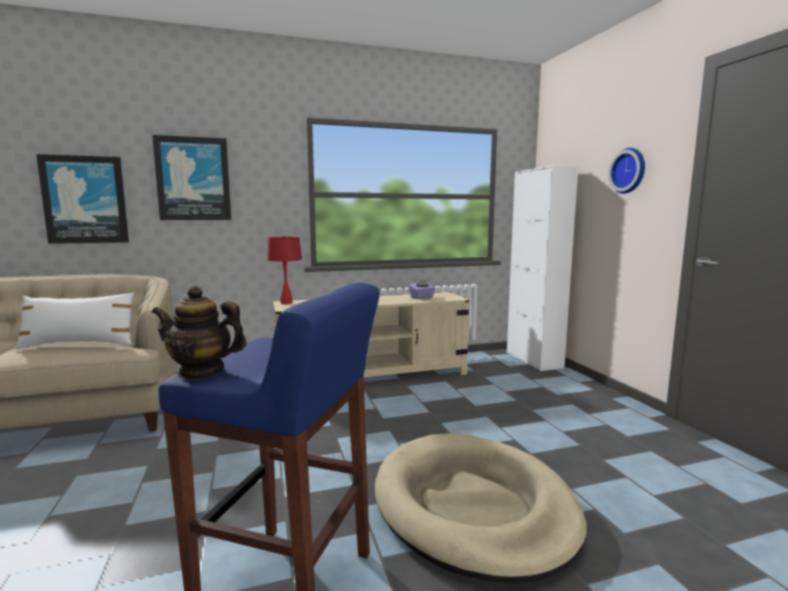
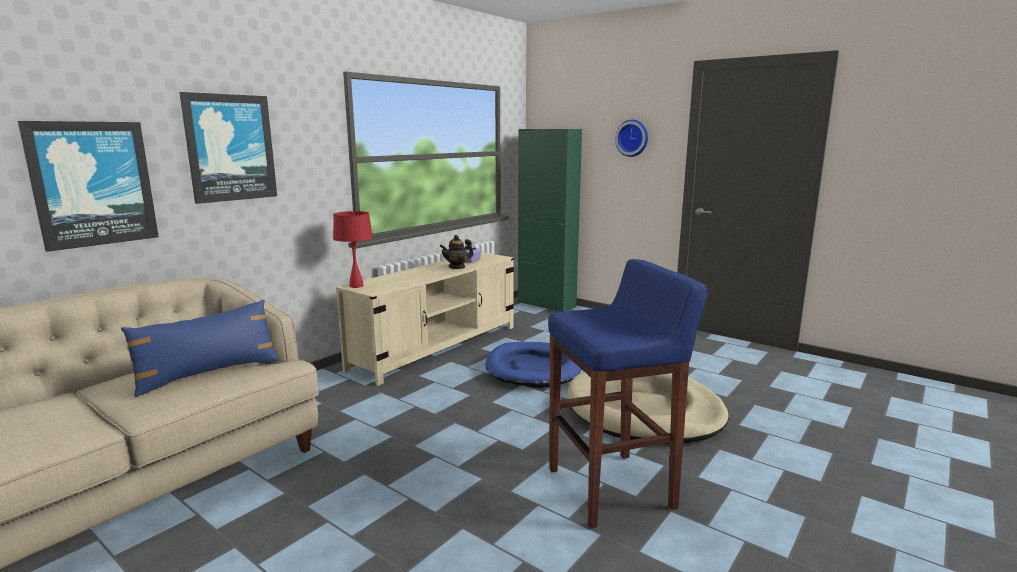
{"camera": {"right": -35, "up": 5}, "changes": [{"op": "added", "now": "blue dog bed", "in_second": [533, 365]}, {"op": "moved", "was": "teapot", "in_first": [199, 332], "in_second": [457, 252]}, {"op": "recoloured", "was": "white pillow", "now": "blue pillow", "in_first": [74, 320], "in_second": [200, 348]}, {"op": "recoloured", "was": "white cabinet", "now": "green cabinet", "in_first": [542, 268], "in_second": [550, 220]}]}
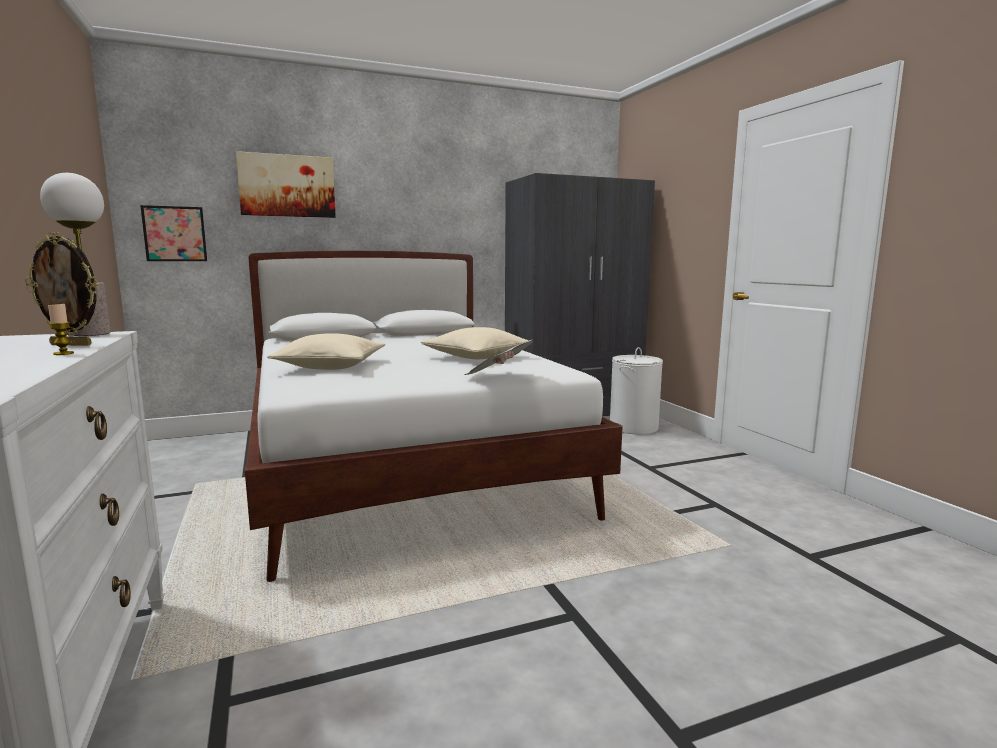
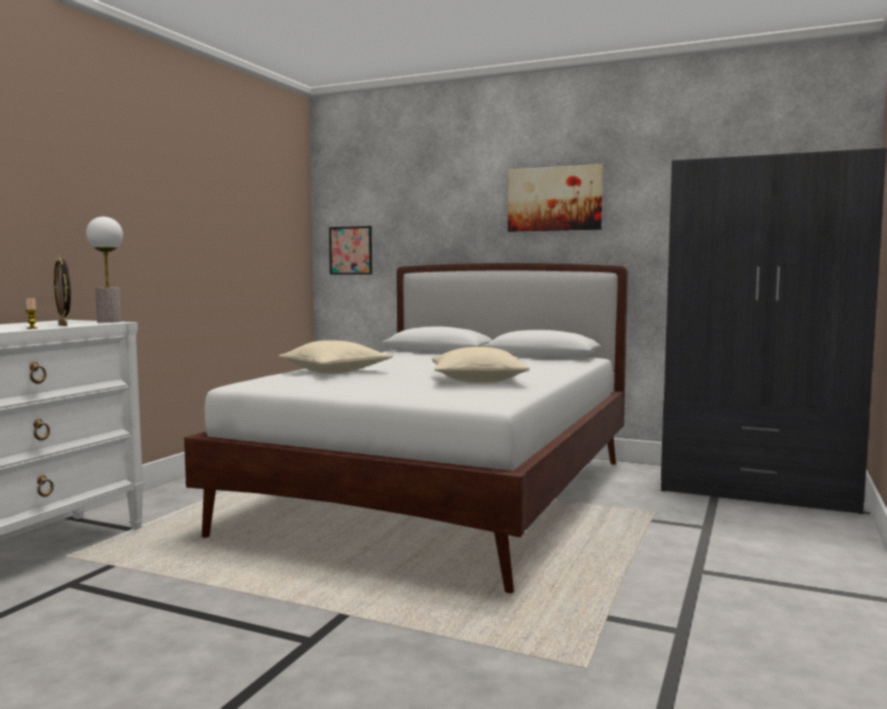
{"camera": {"right": 45, "up": -5}, "changes": [{"op": "removed", "was": "newspaper", "in_first": [499, 357]}, {"op": "removed", "was": "white laundry basket", "in_first": [636, 390]}, {"op": "moved", "was": "picture", "in_first": [286, 184], "in_second": [555, 198]}]}
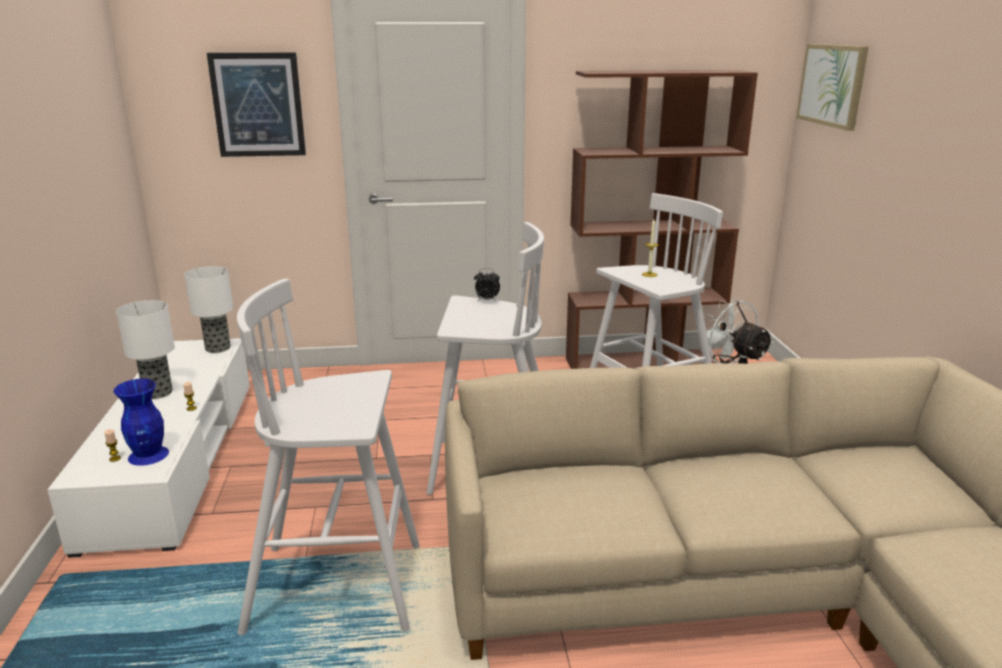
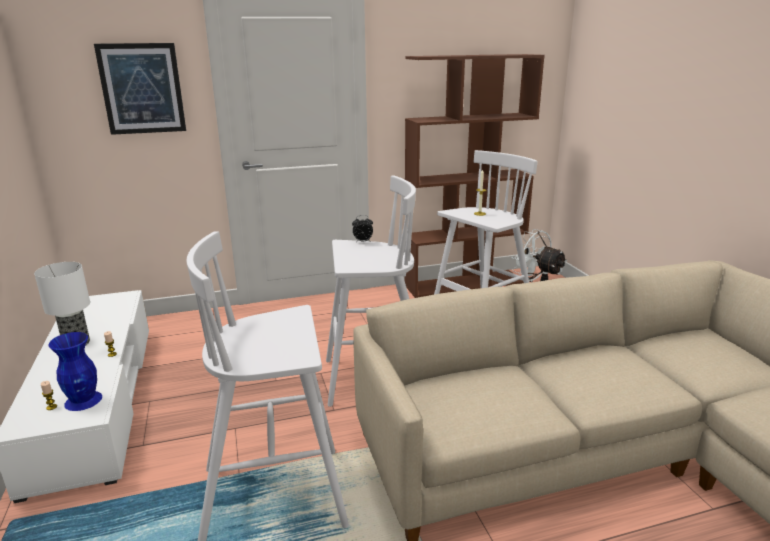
{"camera": {"right": -10, "up": 0}, "changes": [{"op": "removed", "was": "table lamp", "in_first": [208, 309]}, {"op": "removed", "was": "picture", "in_first": [832, 87]}]}
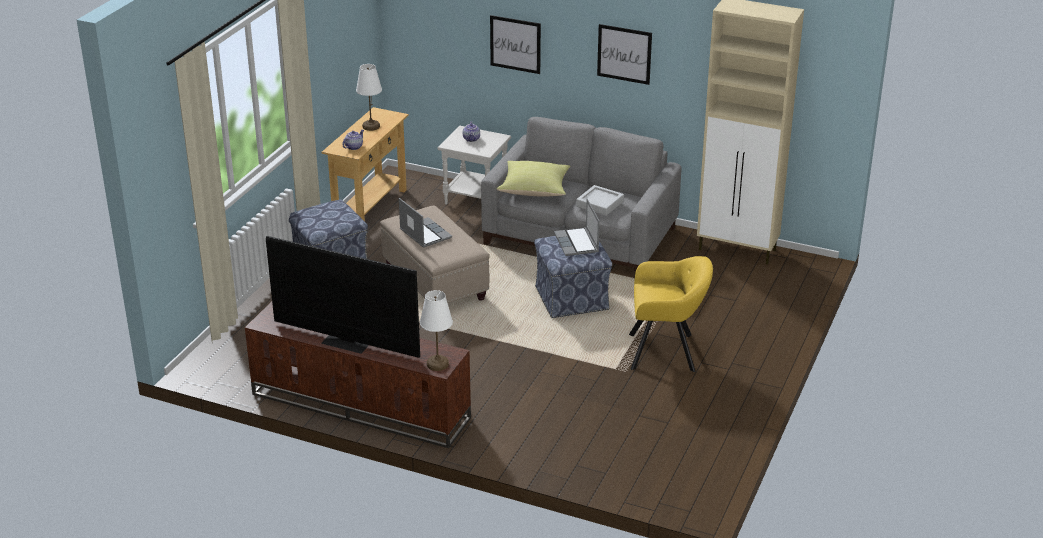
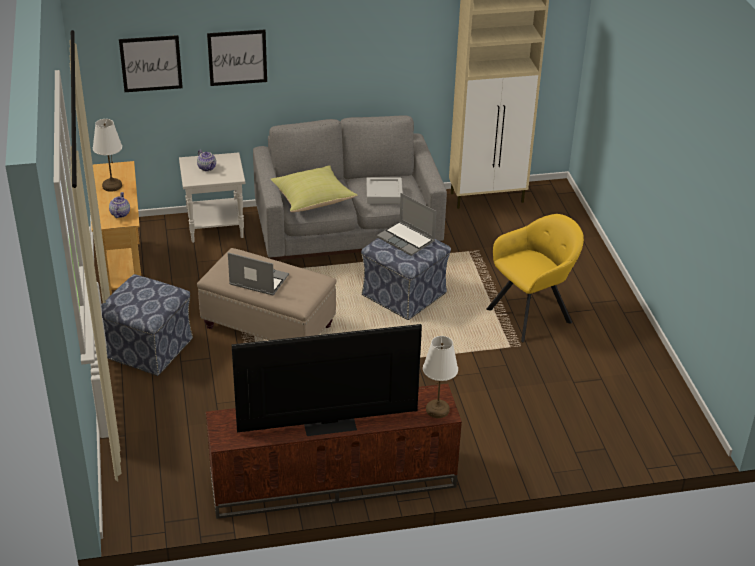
{"camera": {"right": -35, "up": 5}, "changes": [{"op": "moved", "was": "picture", "in_first": [624, 54], "in_second": [151, 63]}]}
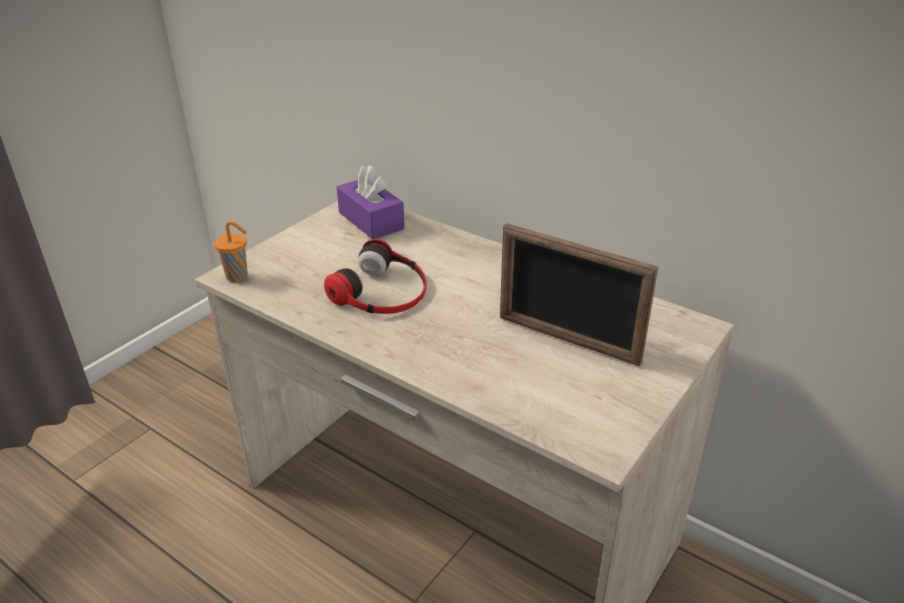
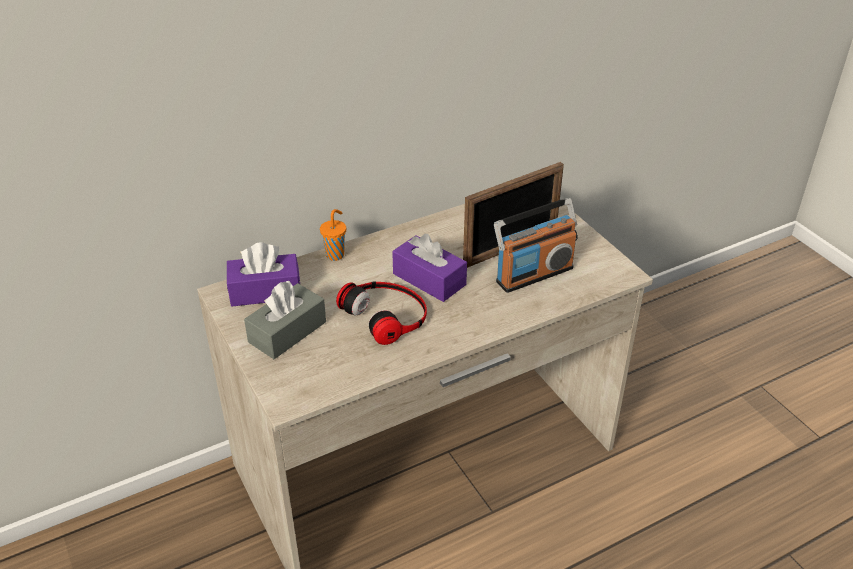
{"camera": {"right": -65, "up": 5}, "changes": [{"op": "added", "now": "grey tissue box", "in_second": [285, 320]}, {"op": "added", "now": "purple tissue box", "in_second": [429, 268]}, {"op": "added", "now": "radio", "in_second": [536, 245]}, {"op": "moved", "was": "orange cup", "in_first": [231, 251], "in_second": [333, 235]}]}
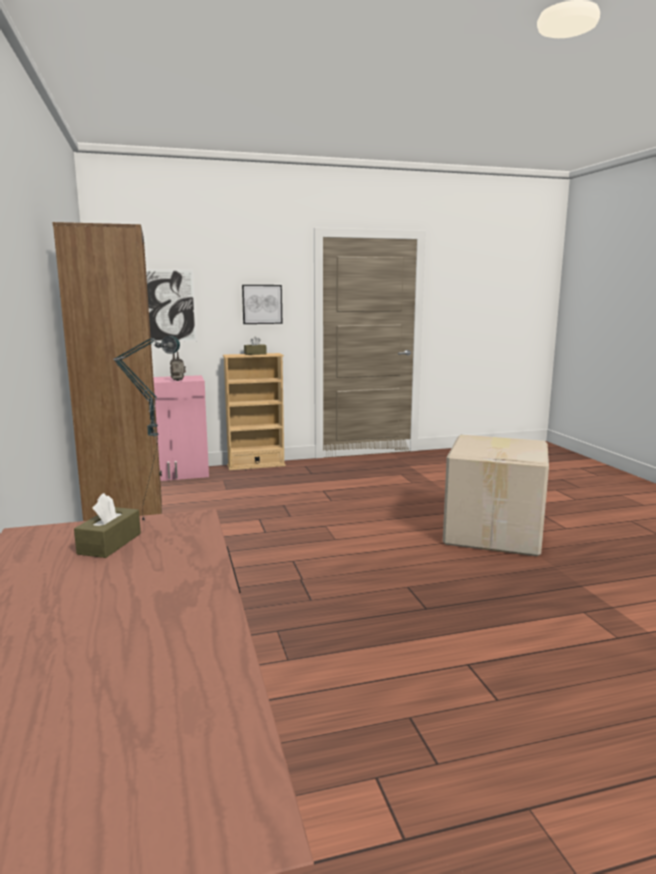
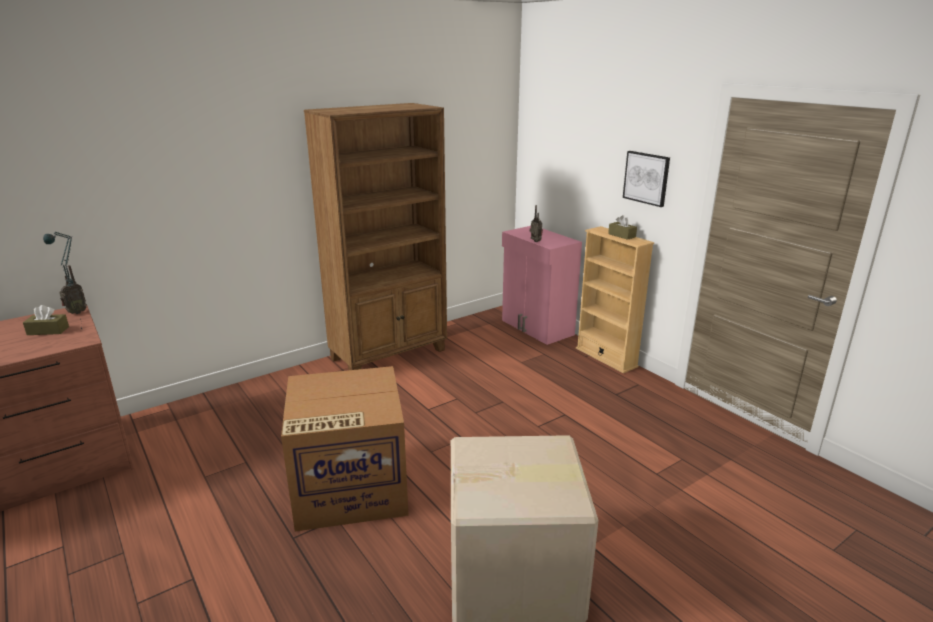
{"camera": {"right": 70, "up": 10}, "changes": [{"op": "removed", "was": "picture", "in_first": [171, 305]}, {"op": "added", "now": "radio", "in_second": [73, 289]}, {"op": "added", "now": "cardboard box", "in_second": [345, 448]}]}
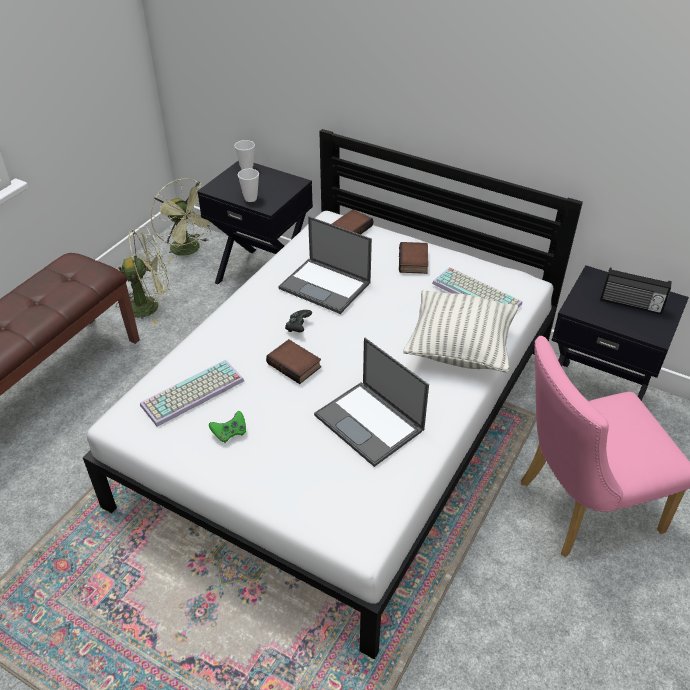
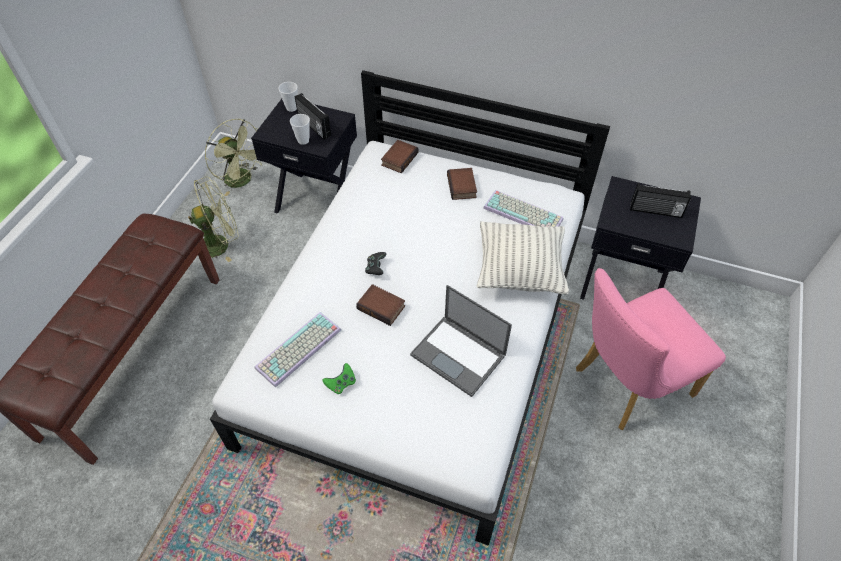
{"camera": {"right": -10, "up": 10}, "changes": [{"op": "removed", "was": "laptop", "in_first": [325, 265]}, {"op": "added", "now": "radio", "in_second": [313, 116]}]}
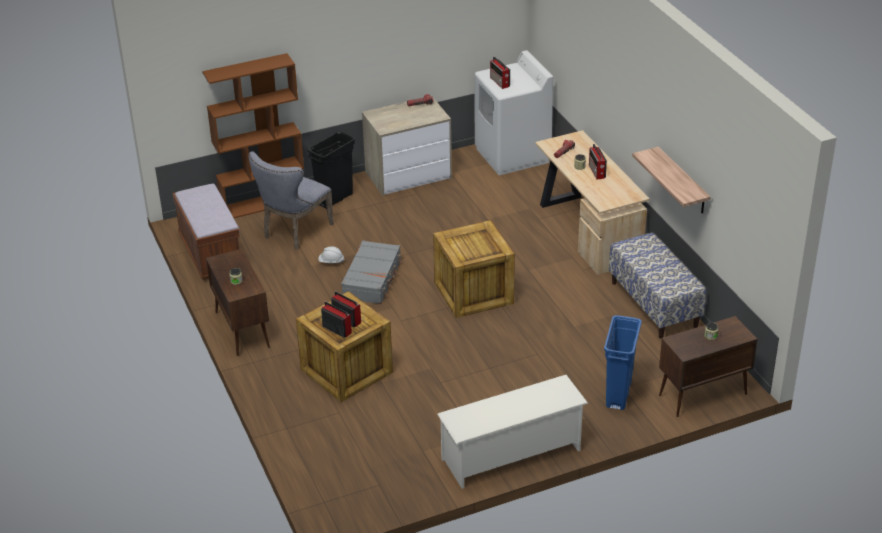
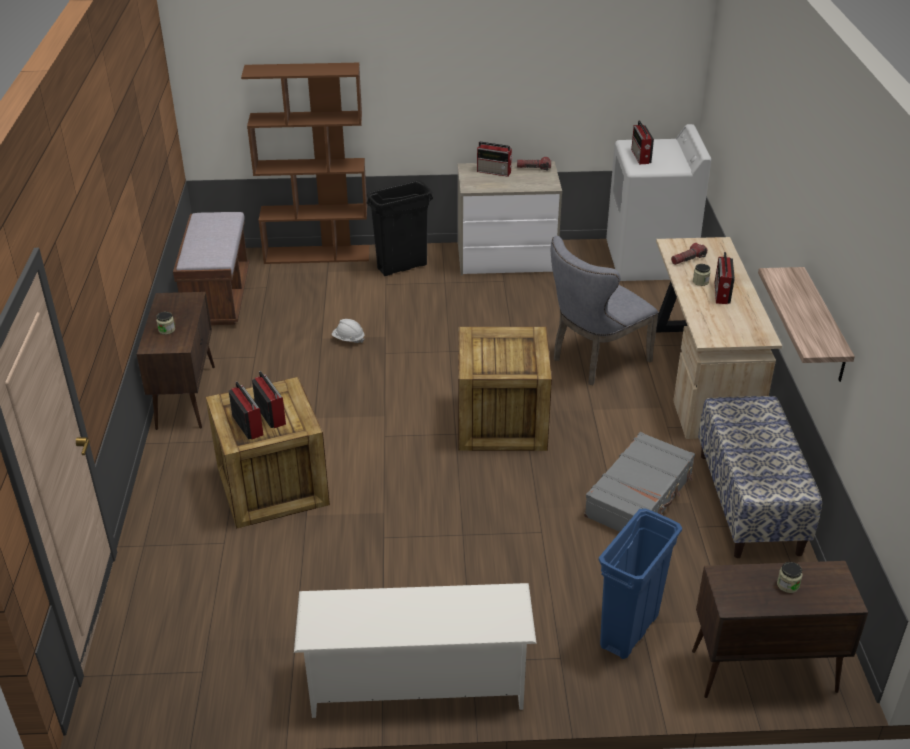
{"camera": {"right": 20, "up": 0}, "changes": [{"op": "added", "now": "radio", "in_second": [495, 159]}, {"op": "moved", "was": "grey chair", "in_first": [291, 200], "in_second": [605, 310]}, {"op": "moved", "was": "grey suitcase", "in_first": [371, 272], "in_second": [639, 482]}]}
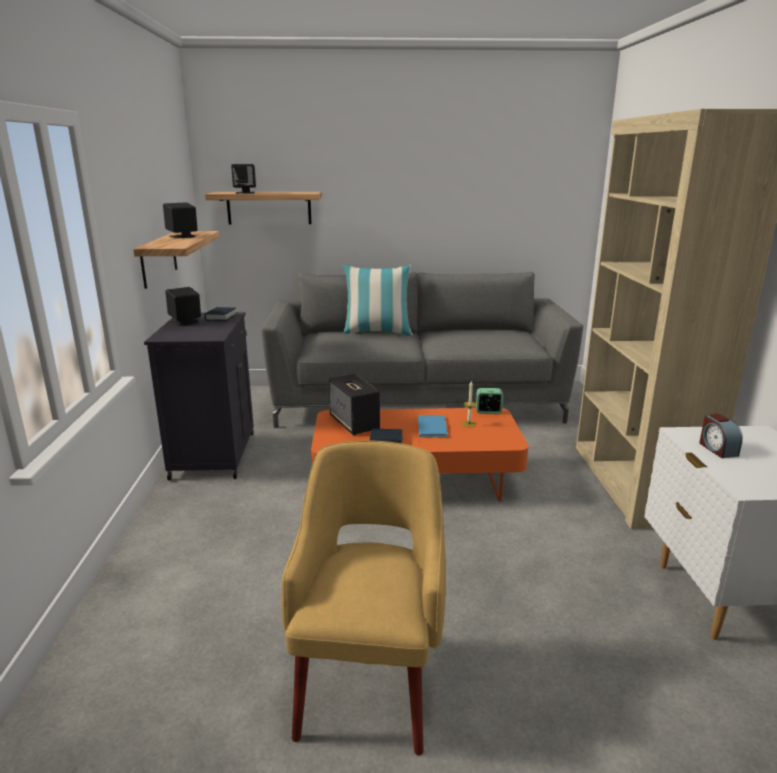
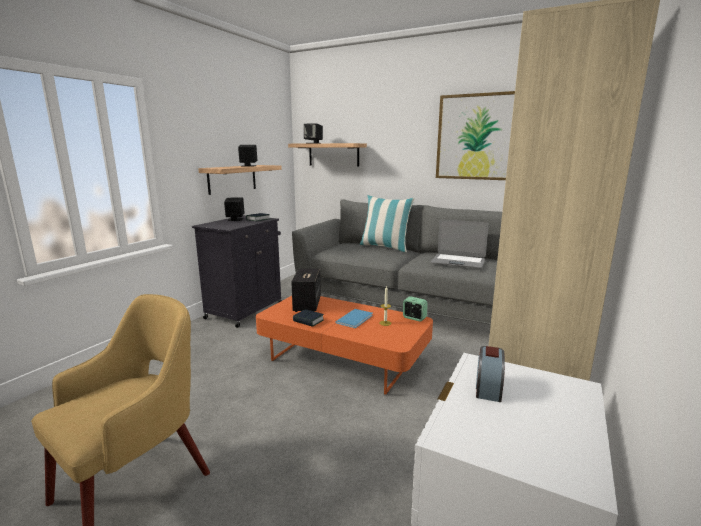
{"camera": {"right": 30, "up": -5}, "changes": [{"op": "added", "now": "laptop", "in_second": [460, 243]}, {"op": "added", "now": "picture", "in_second": [475, 135]}]}
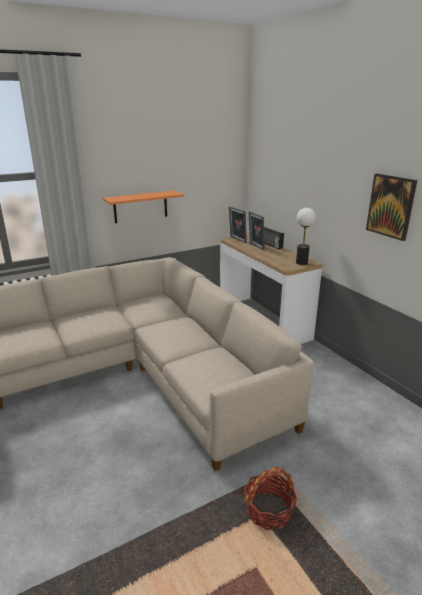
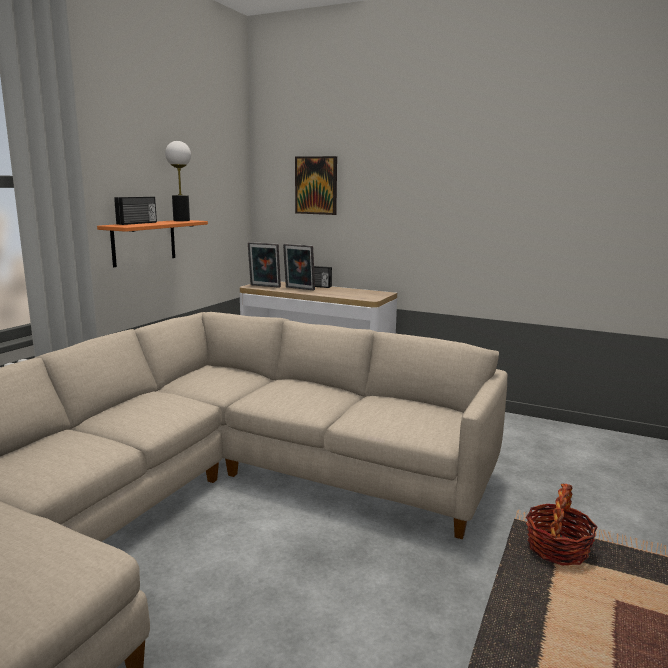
{"camera": {"right": -35, "up": -10}, "changes": [{"op": "added", "now": "radio", "in_second": [135, 211]}, {"op": "moved", "was": "table lamp", "in_first": [306, 236], "in_second": [178, 181]}, {"op": "moved", "was": "picture", "in_first": [391, 207], "in_second": [316, 185]}]}
